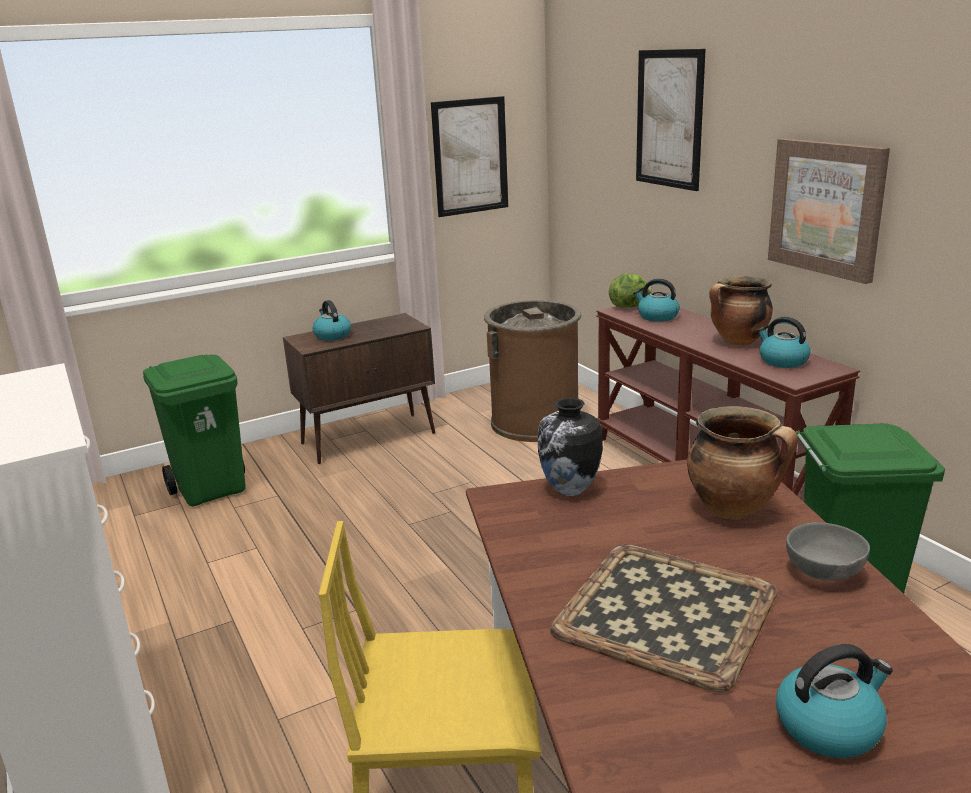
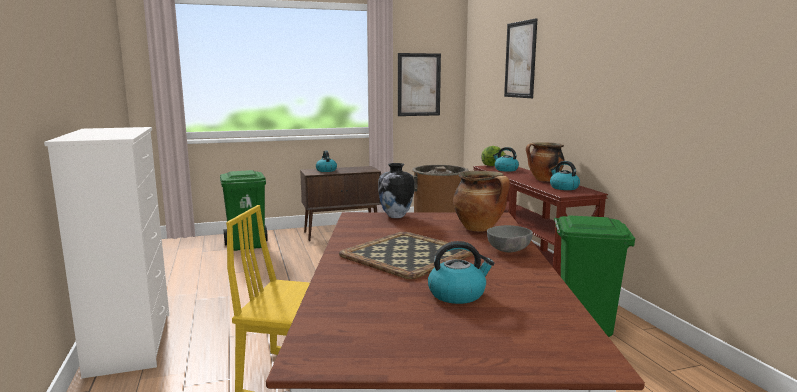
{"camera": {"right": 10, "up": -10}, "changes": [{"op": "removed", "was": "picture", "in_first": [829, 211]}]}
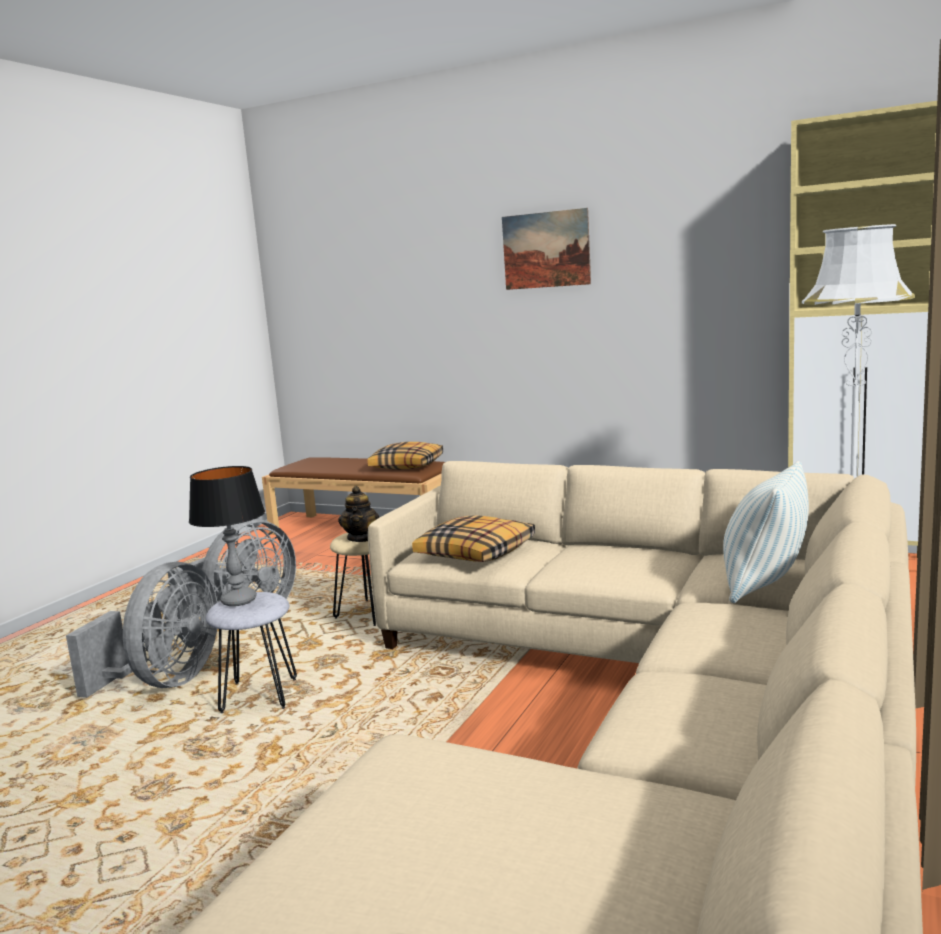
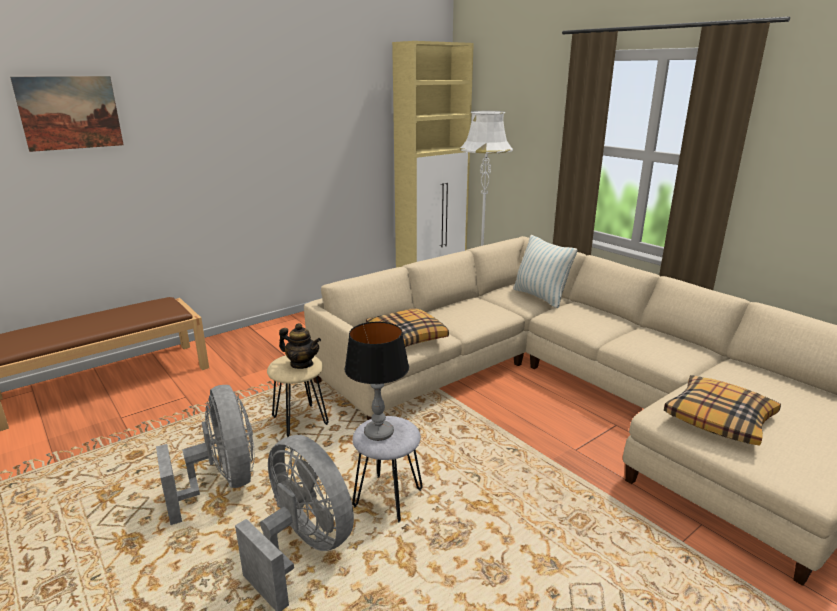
{"camera": {"right": -65, "up": 10}, "changes": [{"op": "moved", "was": "pillow", "in_first": [405, 455], "in_second": [722, 410]}, {"op": "moved", "was": "picture", "in_first": [546, 249], "in_second": [67, 114]}]}
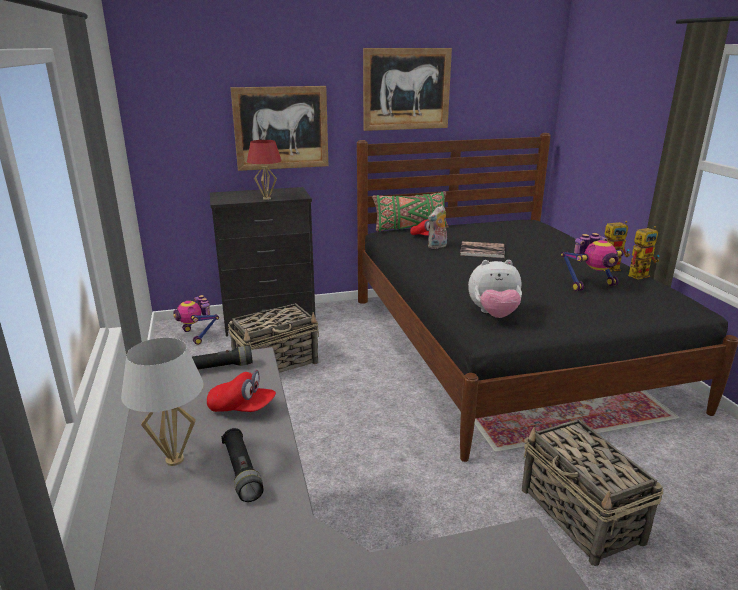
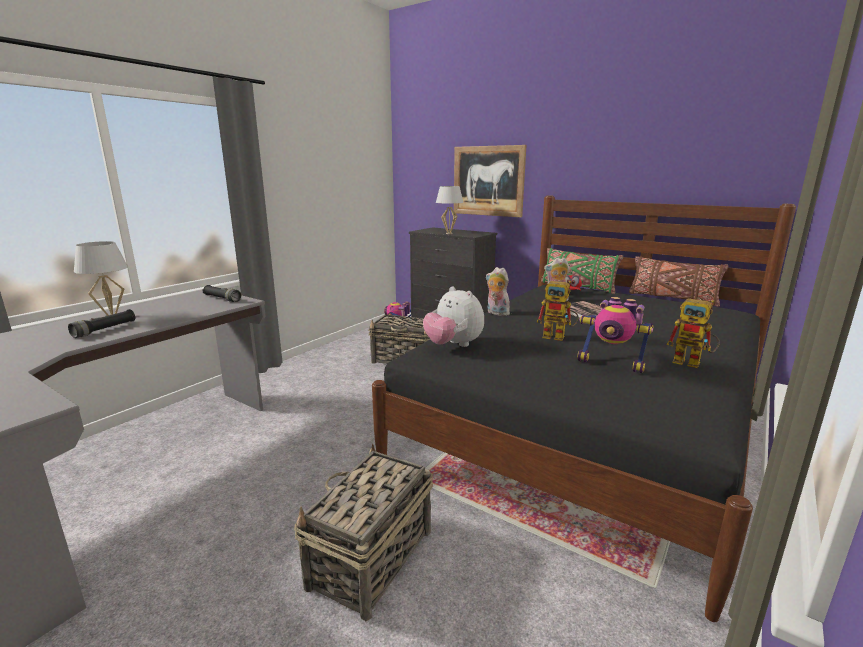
{"camera": {"right": 50, "up": -5}, "changes": [{"op": "removed", "was": "red cap", "in_first": [241, 391]}, {"op": "removed", "was": "picture", "in_first": [407, 89]}, {"op": "added", "now": "plush toy", "in_second": [498, 291]}, {"op": "added", "now": "brown pillow", "in_second": [678, 281]}, {"op": "moved", "was": "toy robot", "in_first": [644, 253], "in_second": [557, 311]}, {"op": "recoloured", "was": "red table lamp", "now": "white table lamp", "in_first": [264, 170], "in_second": [449, 210]}]}
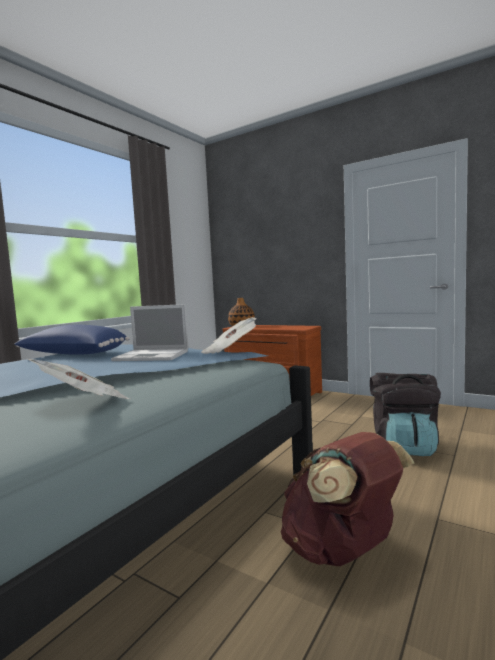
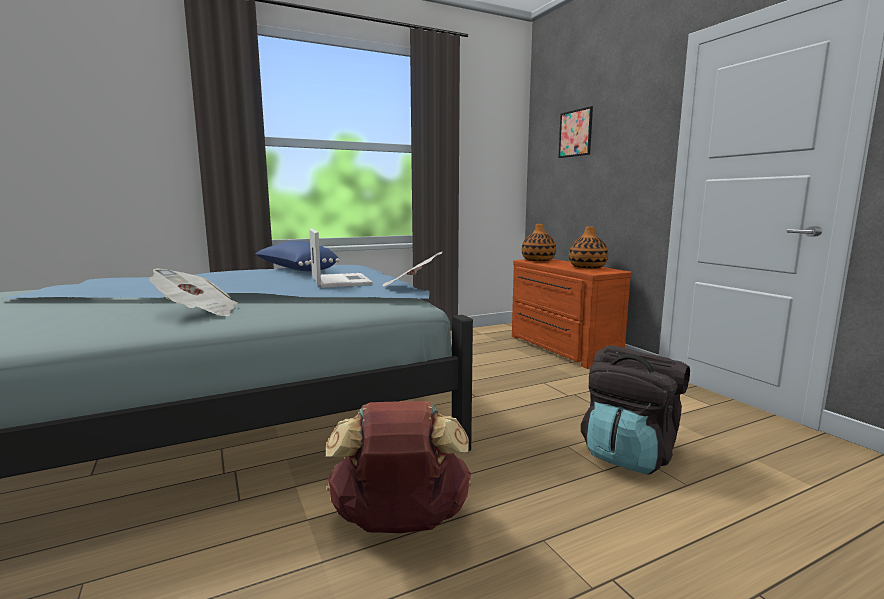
{"camera": {"right": 30, "up": 5}, "changes": [{"op": "added", "now": "picture", "in_second": [575, 132]}, {"op": "added", "now": "vase", "in_second": [588, 247]}, {"op": "turned", "was": "laptop", "in_first": [150, 332], "in_second": [341, 258], "clockwise": -150}]}
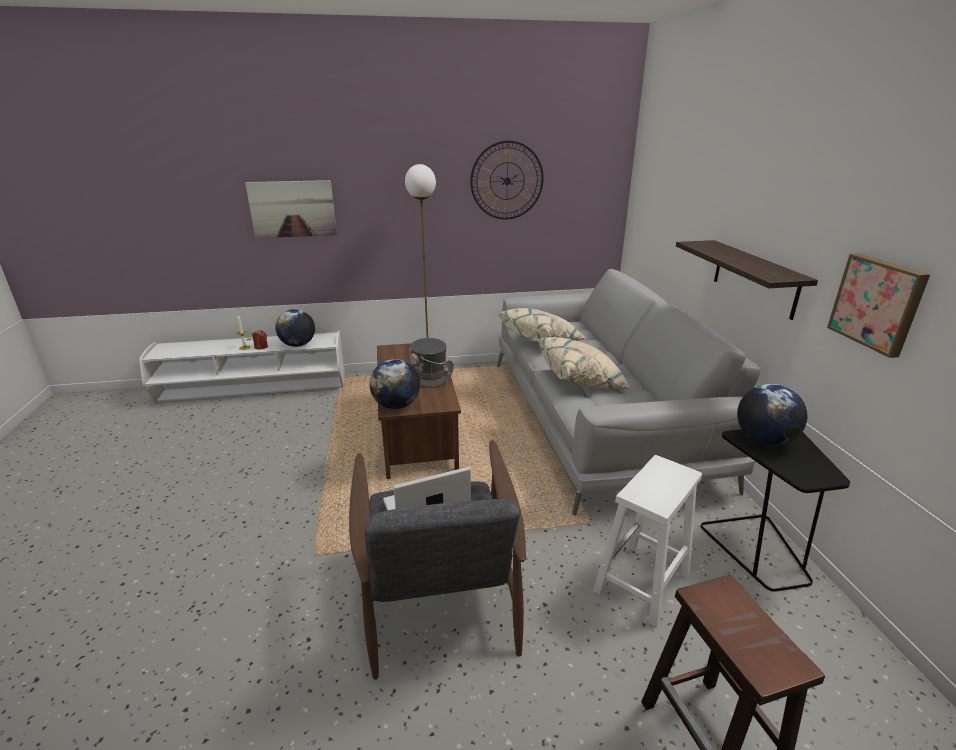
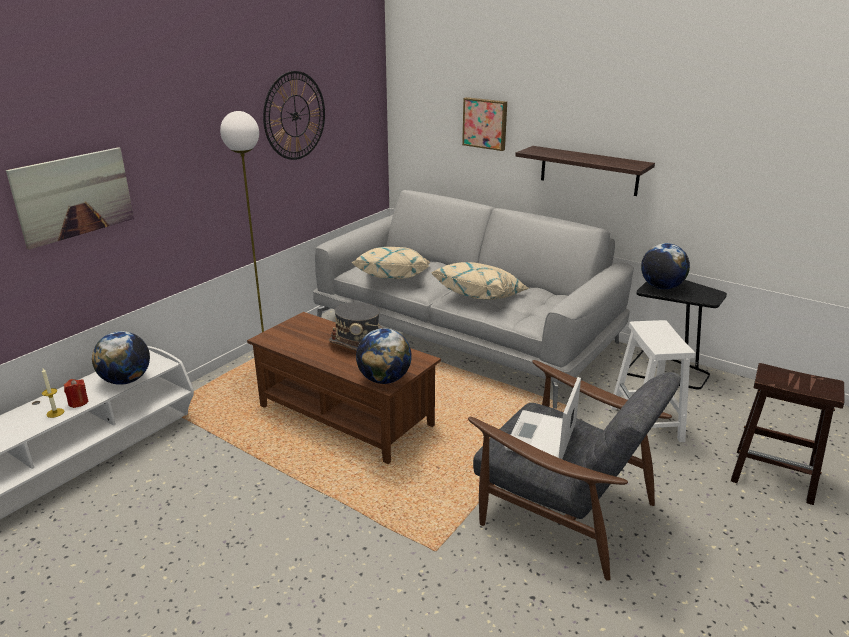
{"camera": {"right": -45, "up": 0}, "changes": [{"op": "moved", "was": "picture", "in_first": [878, 305], "in_second": [484, 124]}]}
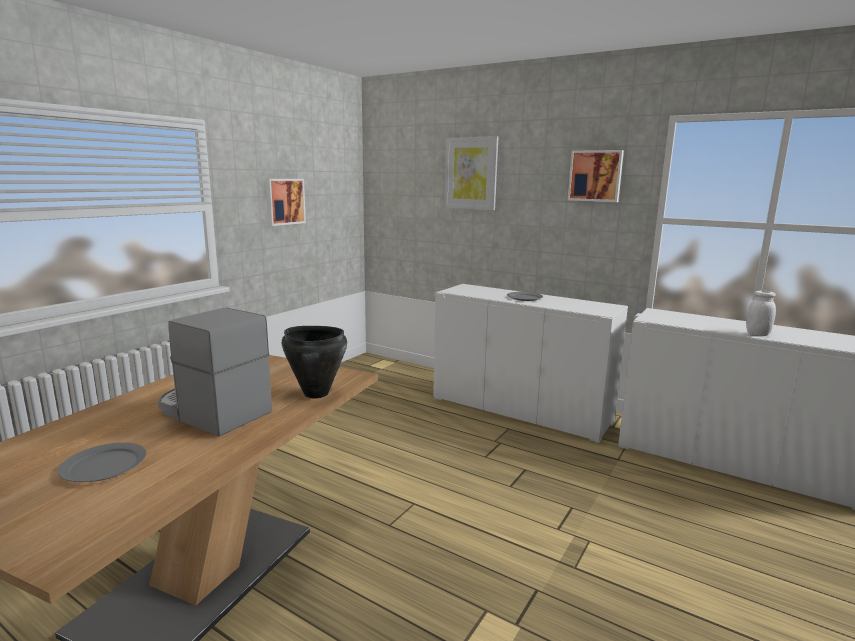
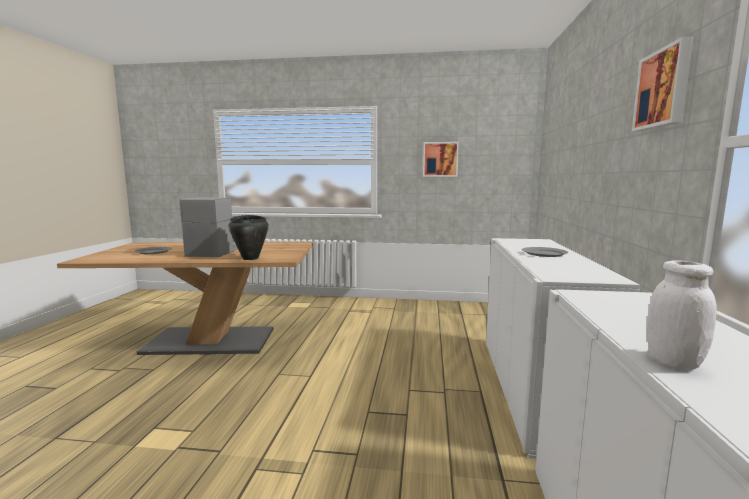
{"camera": {"right": 65, "up": -5}, "changes": [{"op": "removed", "was": "picture", "in_first": [471, 173]}]}
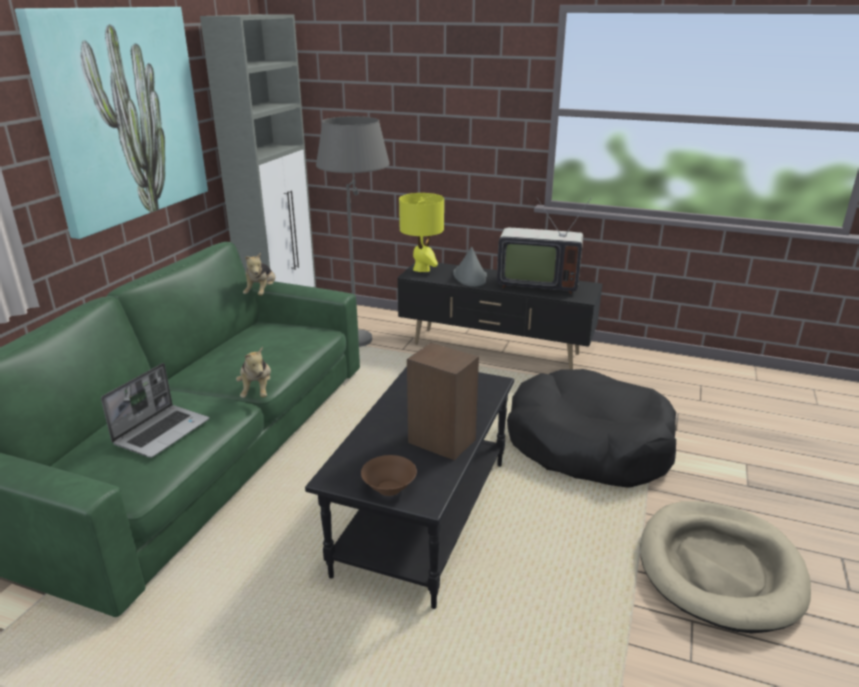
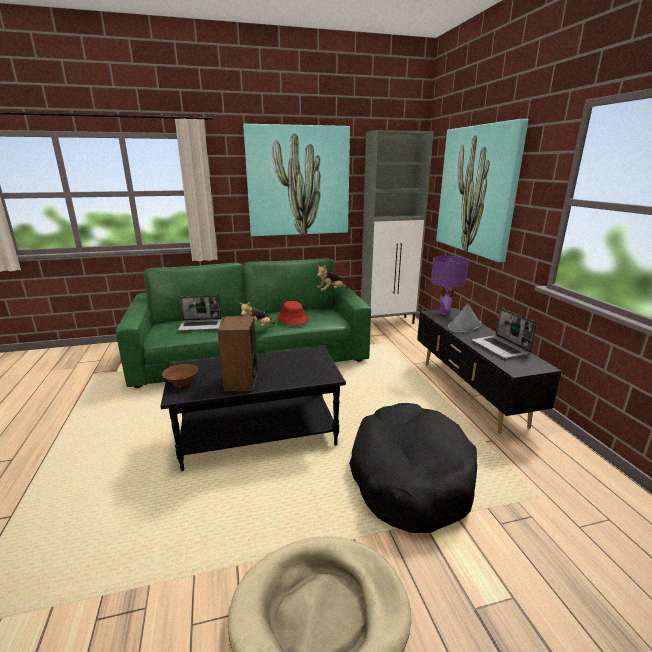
{"camera": {"right": 55, "up": -5}, "changes": [{"op": "removed", "was": "grey floor lamp", "in_first": [352, 231]}, {"op": "added", "now": "red hat", "in_second": [293, 313]}, {"op": "added", "now": "picture", "in_second": [482, 190]}, {"op": "replaced", "was": "television", "now": "laptop", "in_first": [544, 245], "in_second": [504, 333]}, {"op": "recoloured", "was": "yellow table lamp", "now": "purple table lamp", "in_first": [421, 232], "in_second": [450, 285]}]}
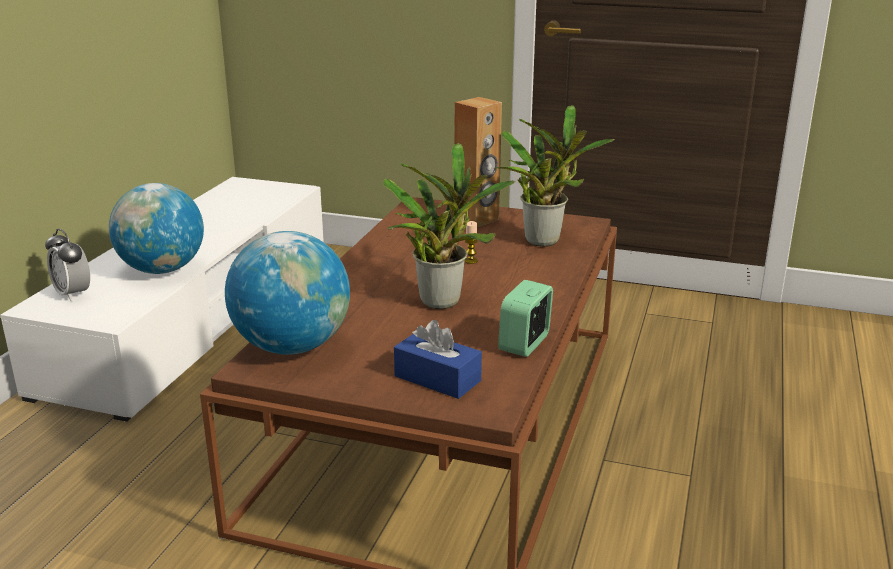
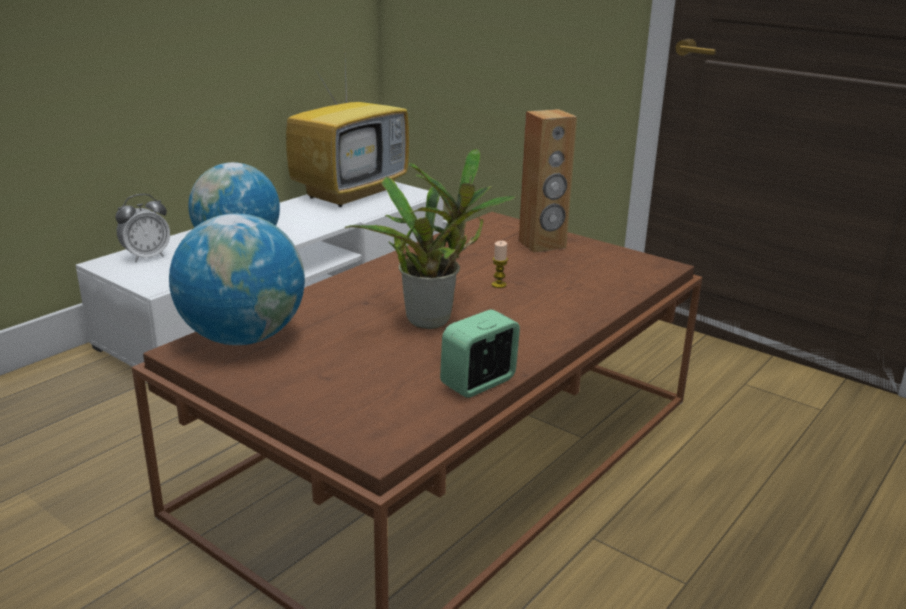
{"camera": {"right": 20, "up": 0}, "changes": [{"op": "removed", "was": "blue tissue box", "in_first": [438, 359]}, {"op": "removed", "was": "potted plant", "in_first": [554, 176]}, {"op": "added", "now": "television", "in_second": [347, 134]}, {"op": "turned", "was": "alarm clock", "in_first": [67, 265], "in_second": [142, 228], "clockwise": -105}]}
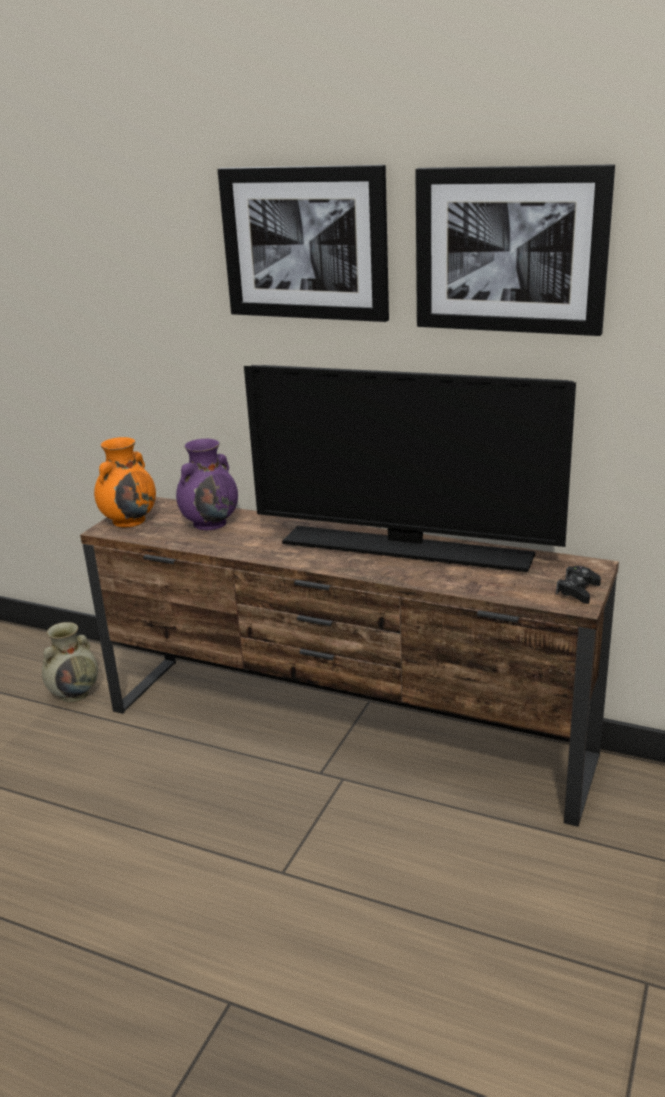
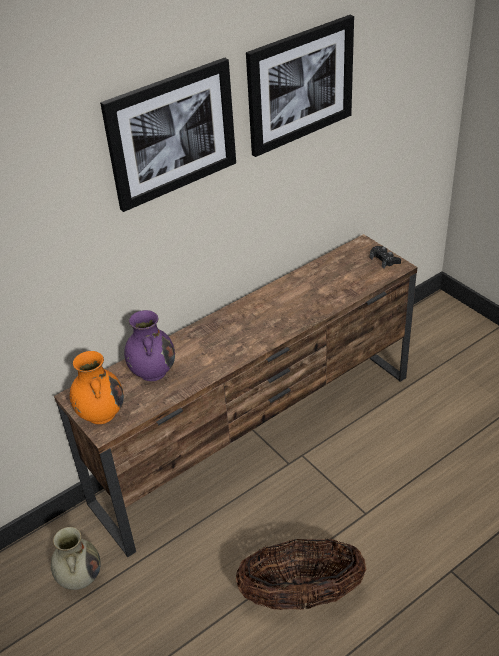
{"camera": {"right": -60, "up": 15}, "changes": [{"op": "removed", "was": "television", "in_first": [410, 468]}, {"op": "added", "now": "basket", "in_second": [301, 574]}]}
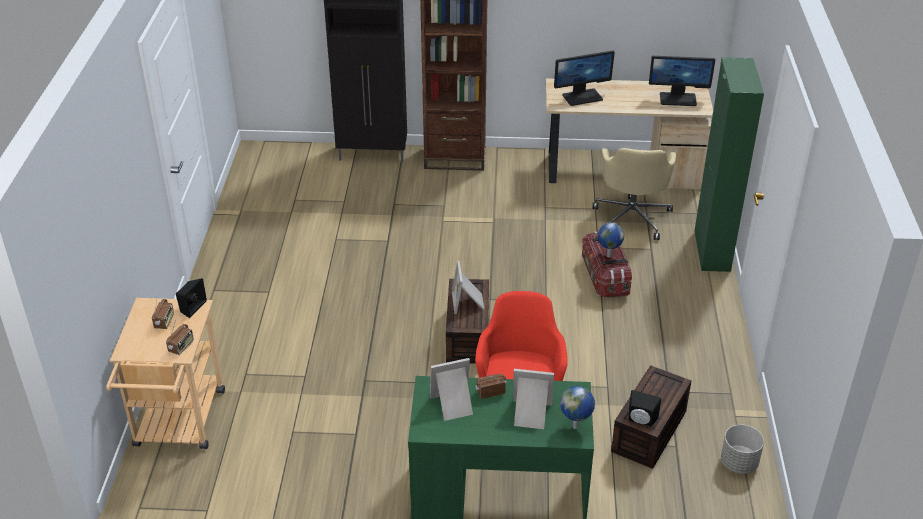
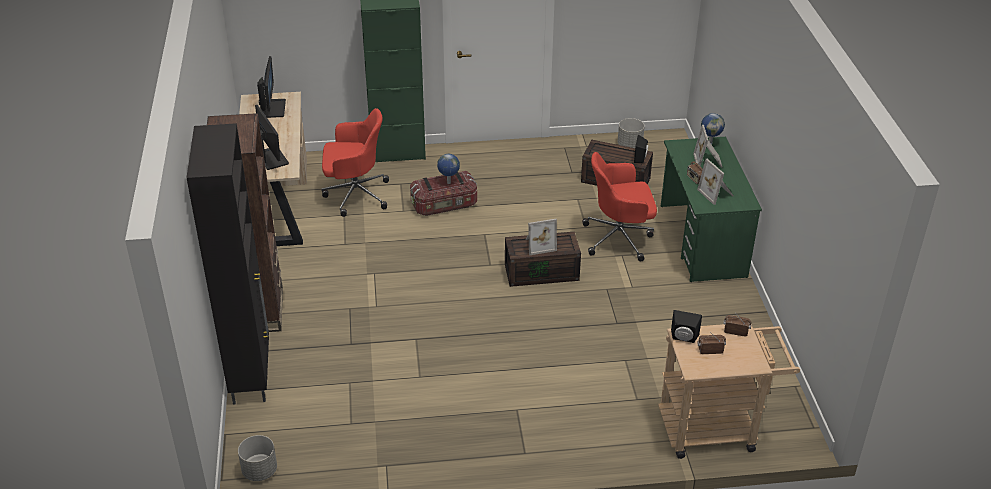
{"camera": {"right": -100, "up": 0}, "changes": [{"op": "added", "now": "grey planter", "in_second": [257, 458]}, {"op": "recoloured", "was": "beige office chair", "now": "red office chair", "in_first": [634, 194], "in_second": [355, 162]}]}
